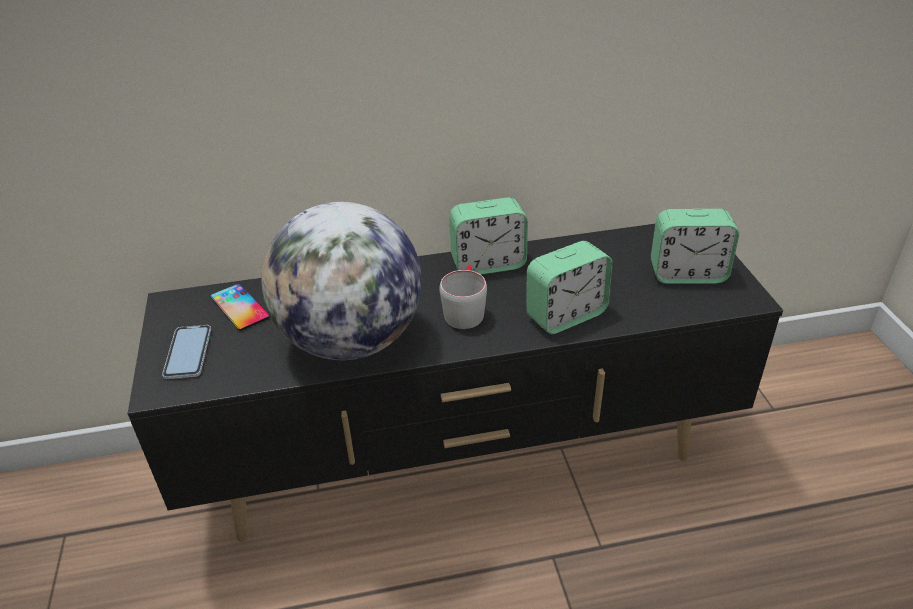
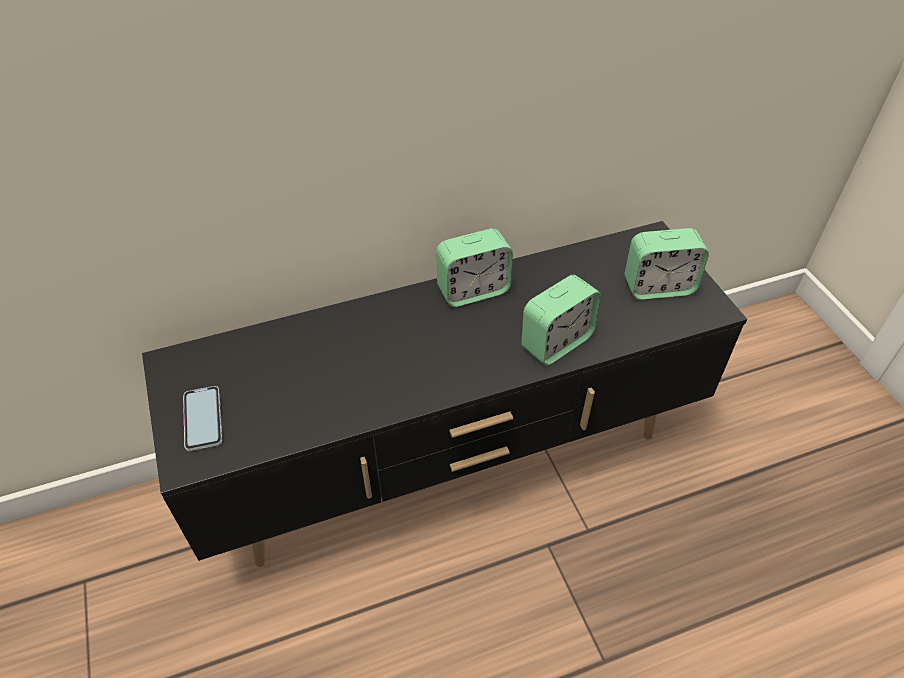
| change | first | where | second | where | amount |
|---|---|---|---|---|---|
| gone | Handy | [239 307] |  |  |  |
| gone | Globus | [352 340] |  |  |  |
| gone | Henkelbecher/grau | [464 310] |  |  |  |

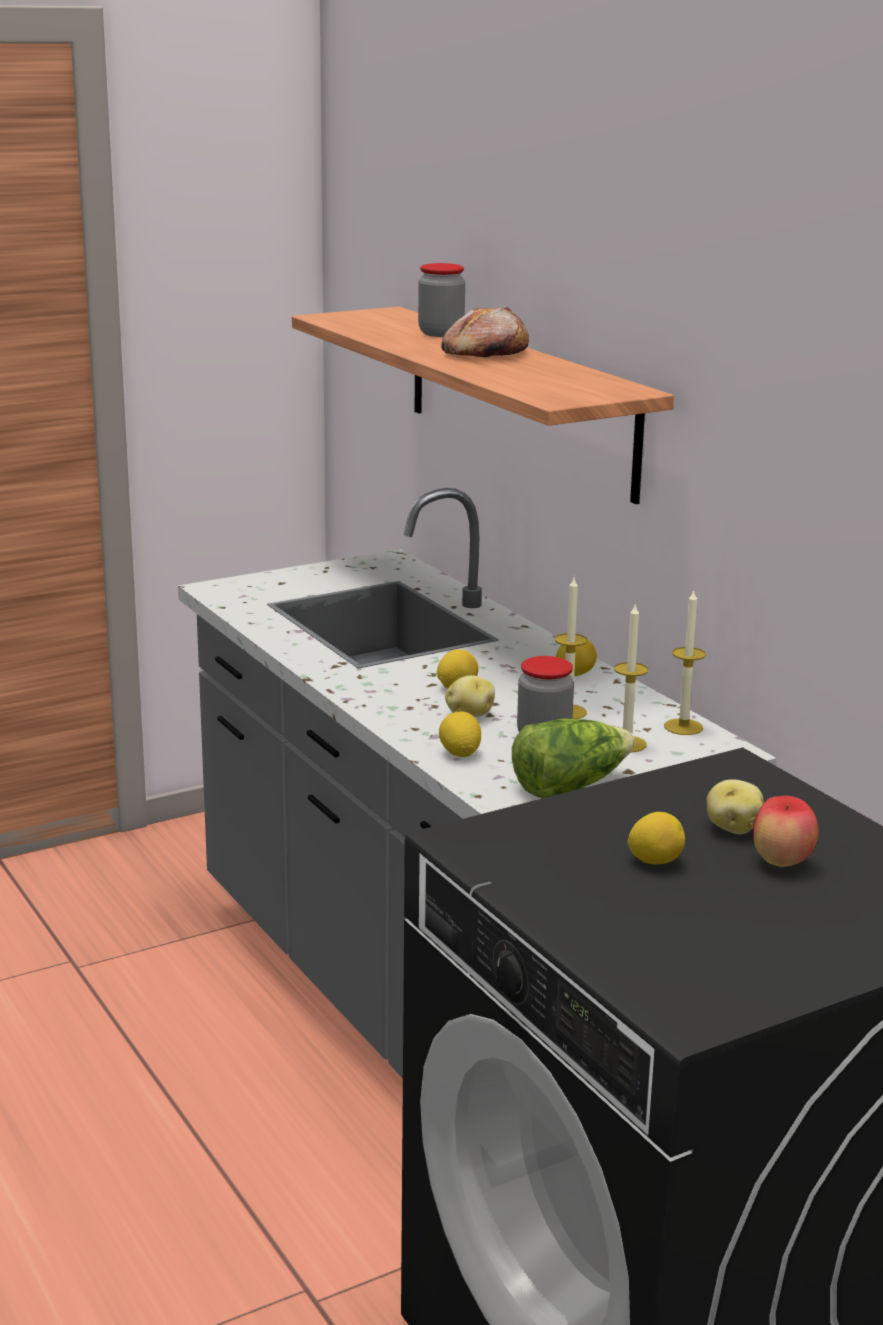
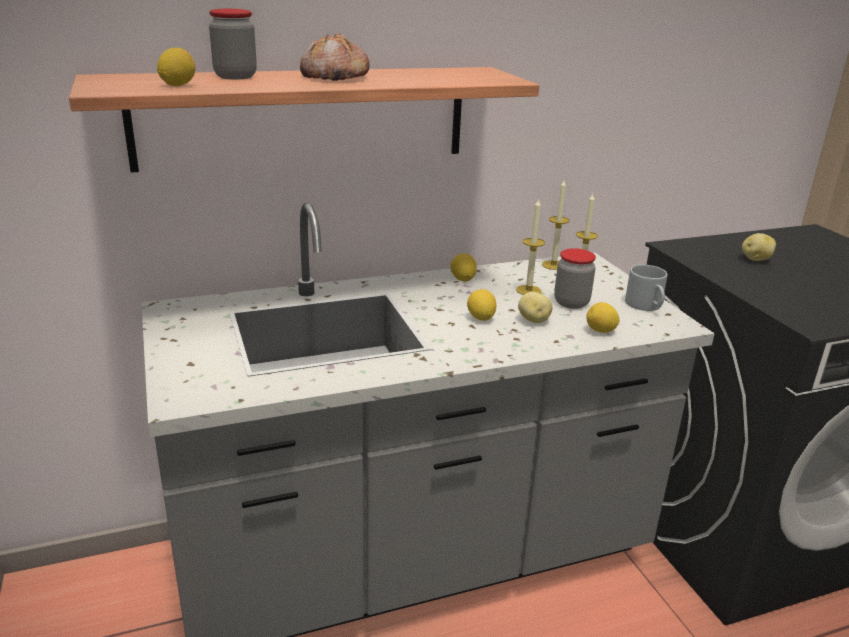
| change | first | where | second | where | amount |
|---|---|---|---|---|---|
| swapped | Salatkopf | [570 787] | Henkelbecher/grau | [647 306] |  |
| shifted | Zitrone | [655 861] |  | [178 85] |  |
| gone | Apfel | [781 862] |  |  |  |

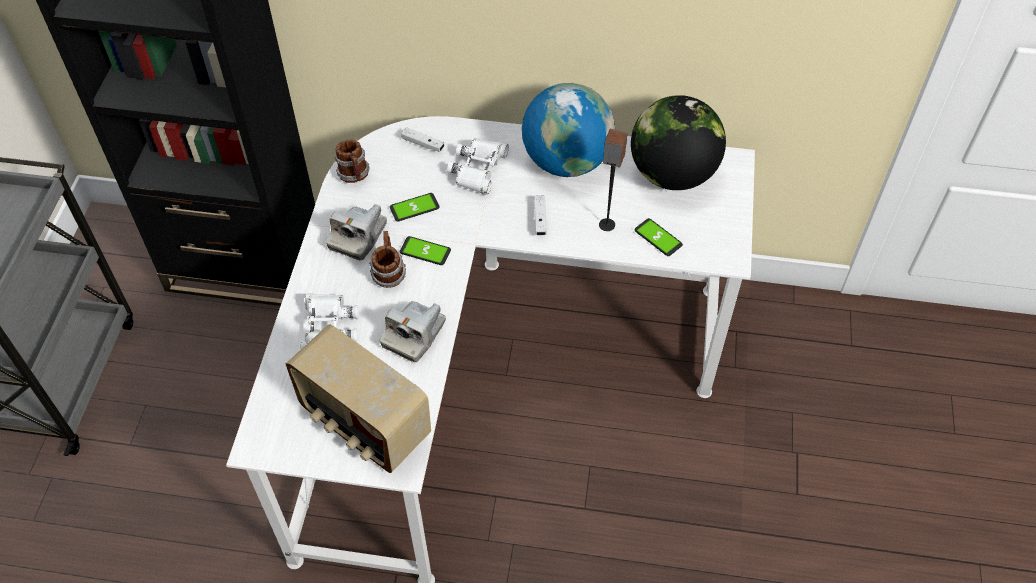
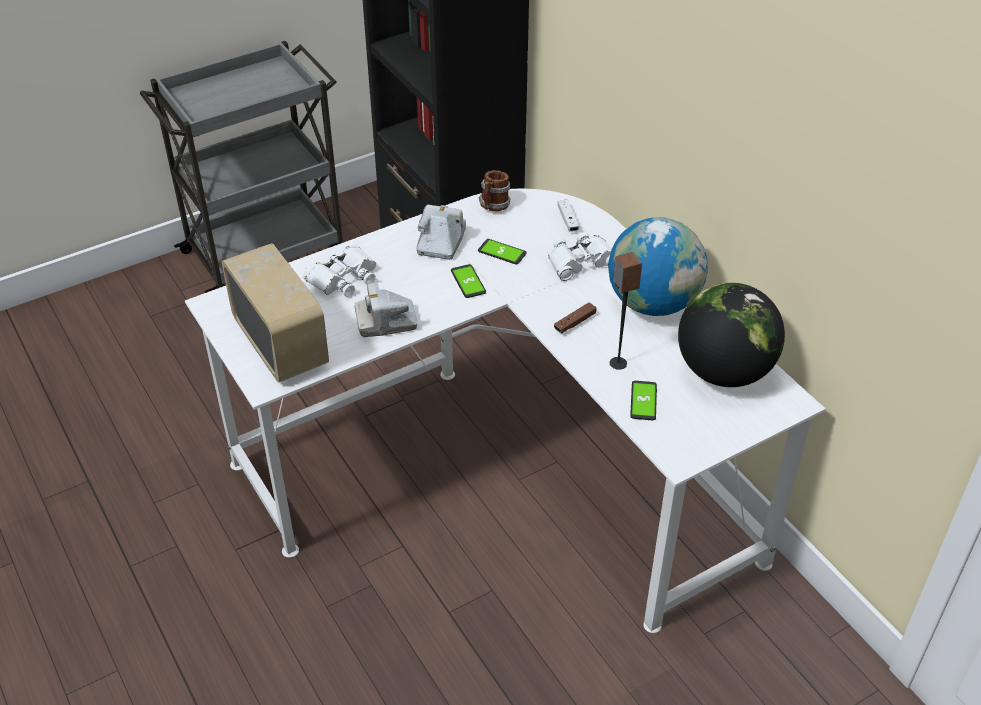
| change | first | where | second | where | amount |
|---|---|---|---|---|---|
| rotated | Radio | [364 424] |  | [282 344] | 150 degrees clockwise |
| rotated | Kamera | [358 236] |  | [441 242] | 120 degrees clockwise |
| gone | Henkelbecher | [388 274] |  |  |  |
| repainted | Gamepad/weiß | [540 219] | Gamepad/braun | [575 323] |  |

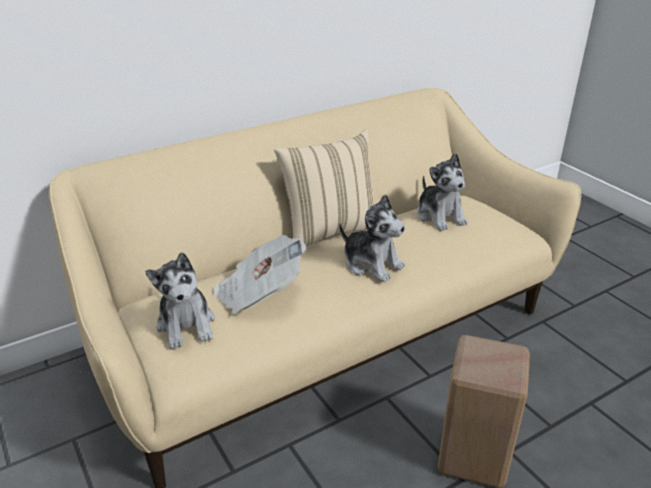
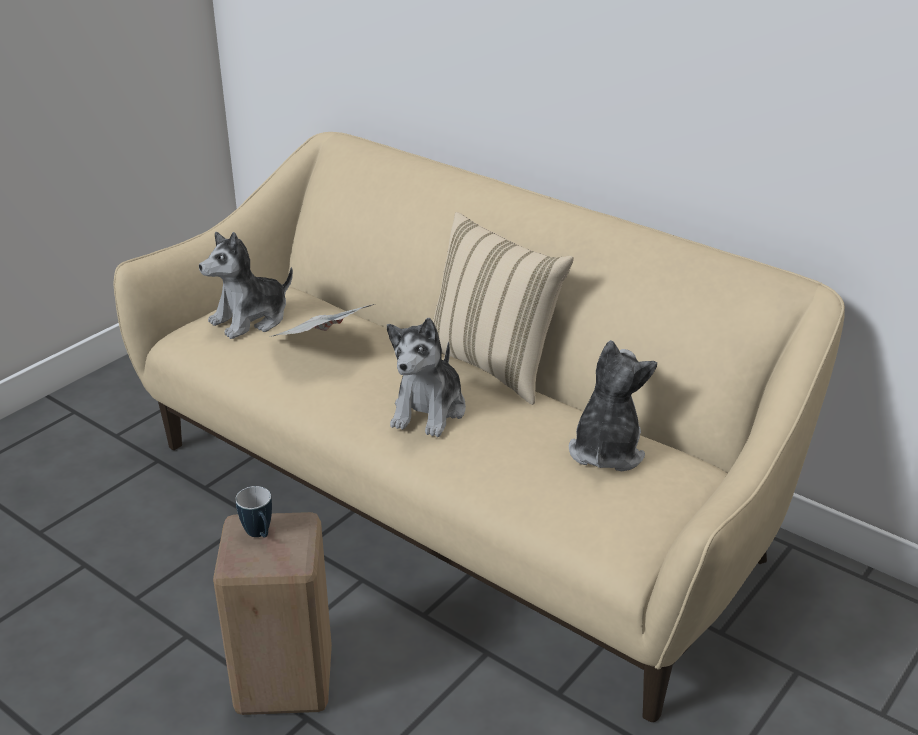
| change | first | where | second | where | amount |
|---|---|---|---|---|---|
| rotated | Plüschtier | [440 216] |  | [606 450] | 150 degrees clockwise |
| new |  |  | Henkelbecher | [260 535] |  |

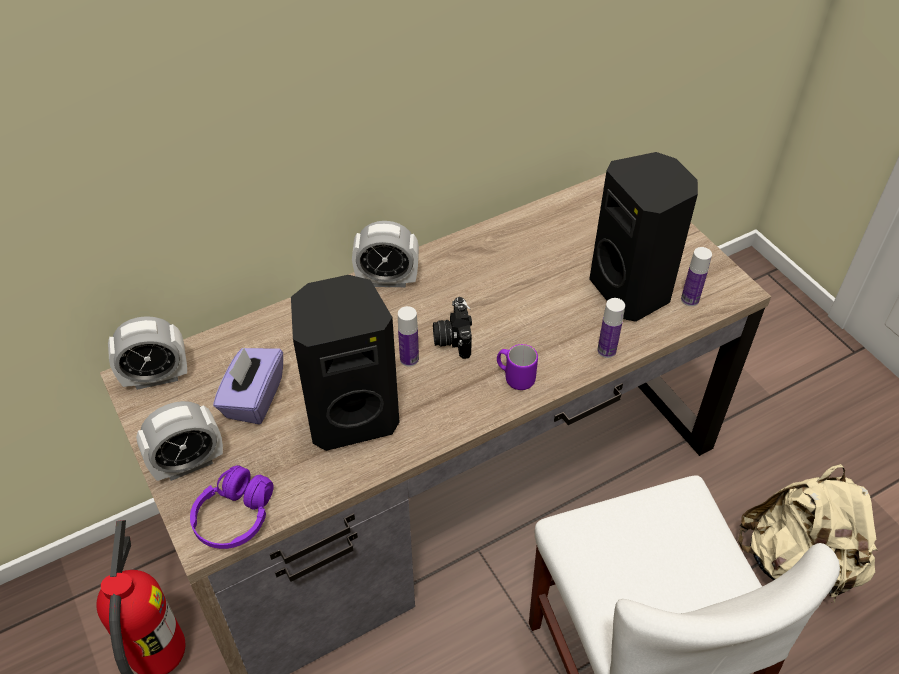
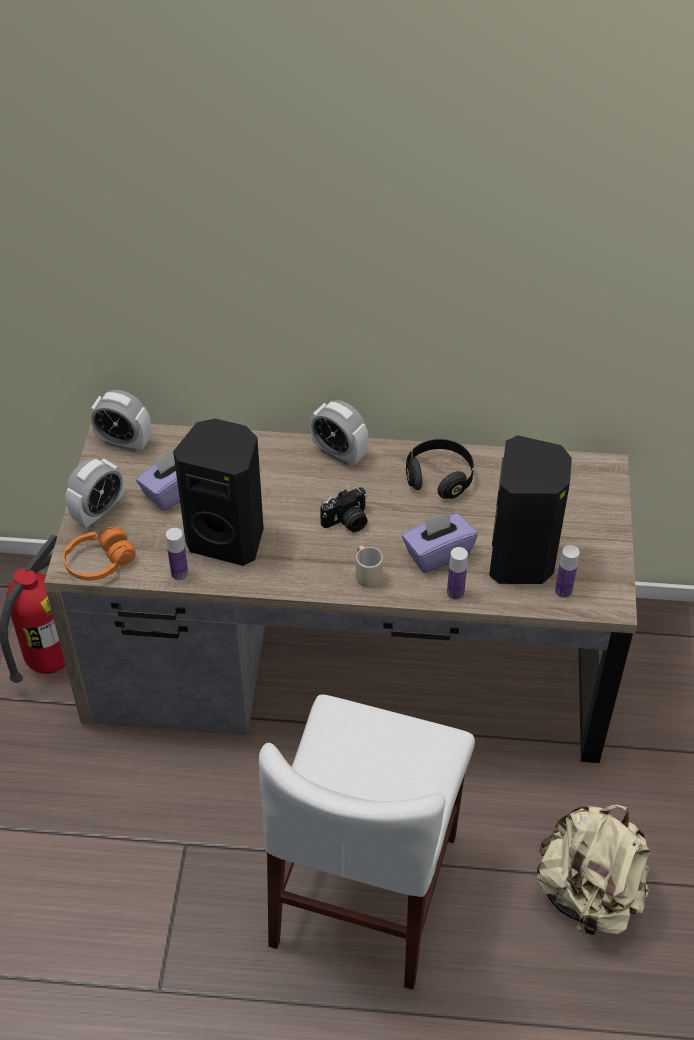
| change | first | where | second | where | amount |
|---|---|---|---|---|---|
| rotated | Wecker | [188 463] |  | [98 512] | 60 degrees counterclockwise |
| repainted | Kopfhörer/lila | [235 517] | Kopfhörer/orange | [100 562] |  |
| shifted | Flasche | [409 359] |  | [179 573] |  |
| rotated | Kamera | [452 338] |  | [347 522] | 150 degrees counterclockwise |
| repainted | Henkelbecher/lila | [515 377] | Henkelbecher/beige | [366 574] |  |
| new |  |  | Taschentuchbox/lila | [437 553] |  |
| new |  |  | Kopfhörer/schwarz | [439 477] |  |

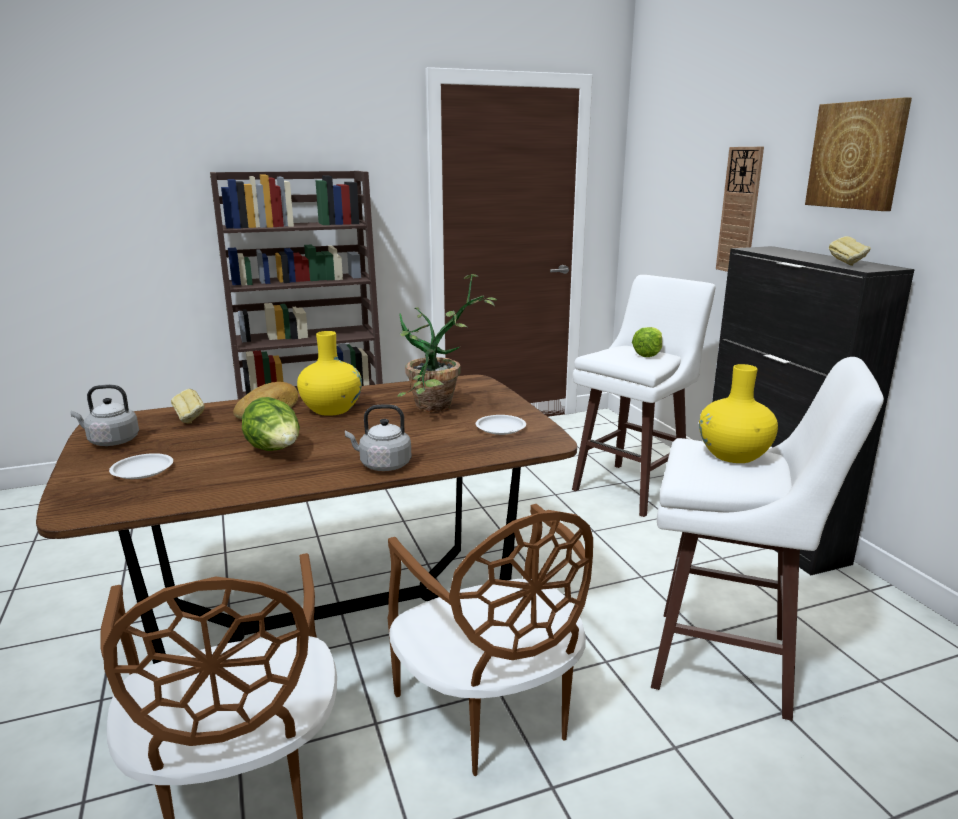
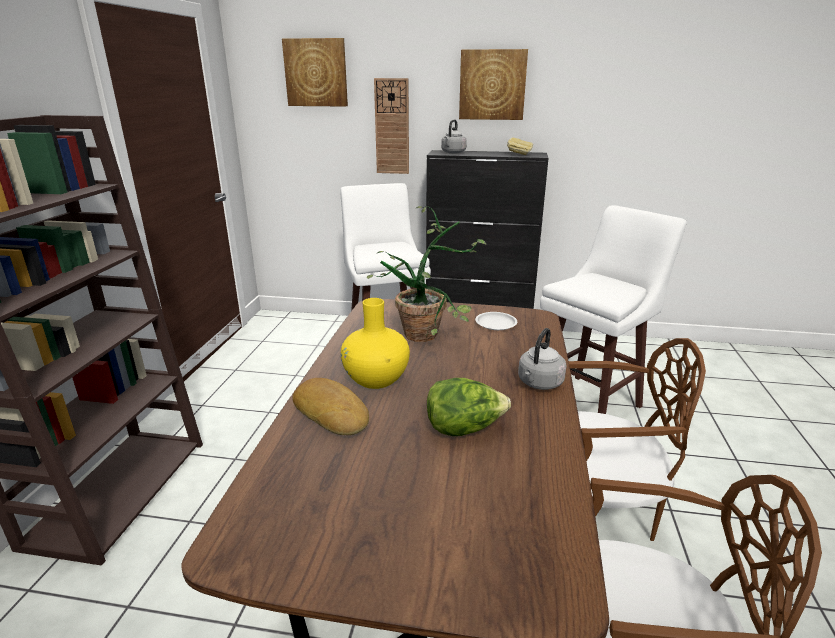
| change | first | where | second | where | amount |
|---|---|---|---|---|---|
| shifted | Wasserkessel/grau | [111 441] |  | [453 152] |  |
| gone | Teller/weiß | [142 470] |  |  |  |
| gone | Brot | [190 419] |  |  |  |
| gone | Salatkopf | [651 353] |  |  |  |
| gone | Vase/gelb | [733 455] |  |  |  |
| new |  |  | Bild | [316 73] |  |

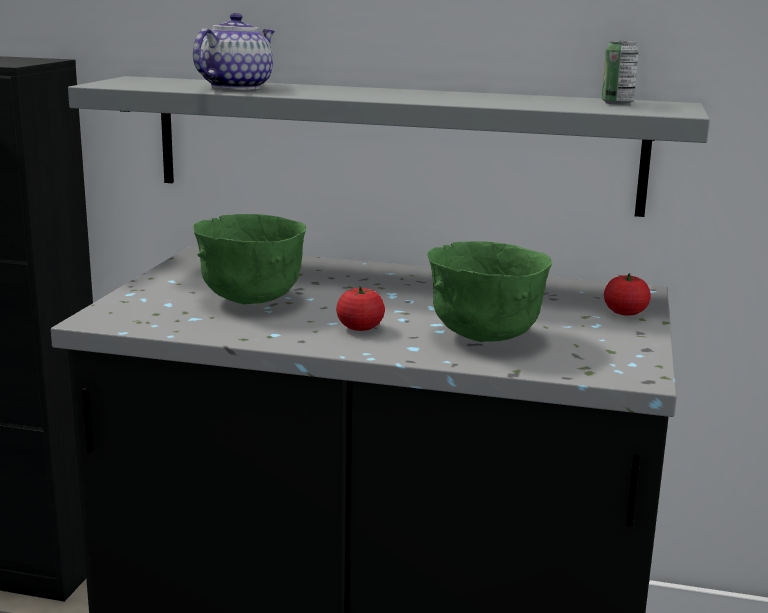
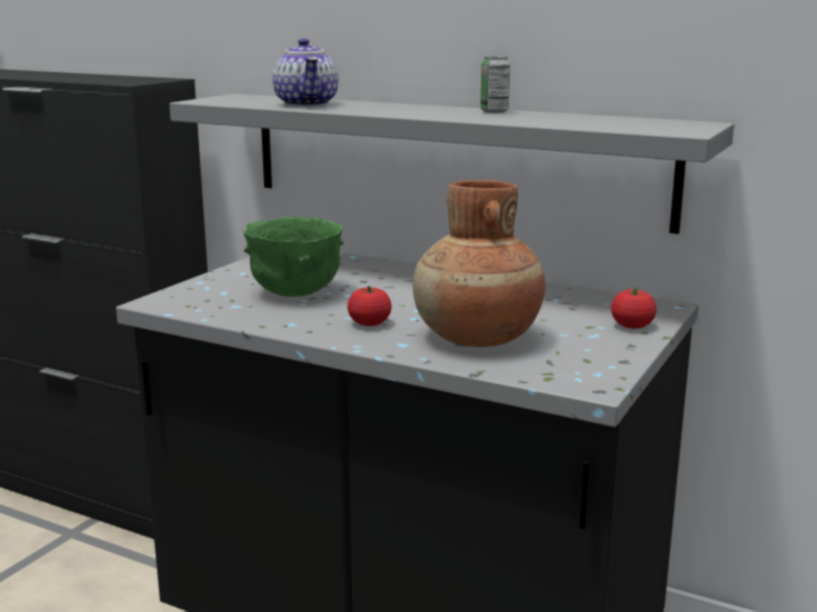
| change | first | where | second | where | amount |
|---|---|---|---|---|---|
| rotated | Teekanne | [236 87] |  | [307 104] | 120 degrees clockwise |
| swapped | Schüssel/grün | [484 336] | Vase/braun | [476 338] |  |
| shifted | Dose | [617 103] |  | [494 111] |  |

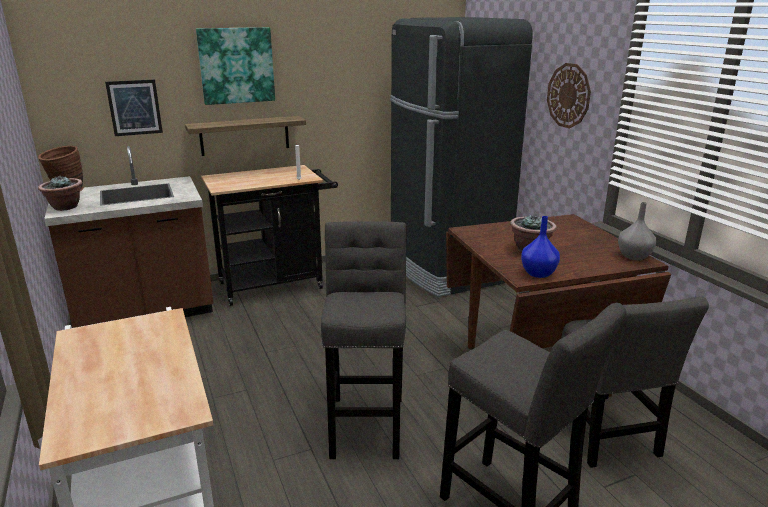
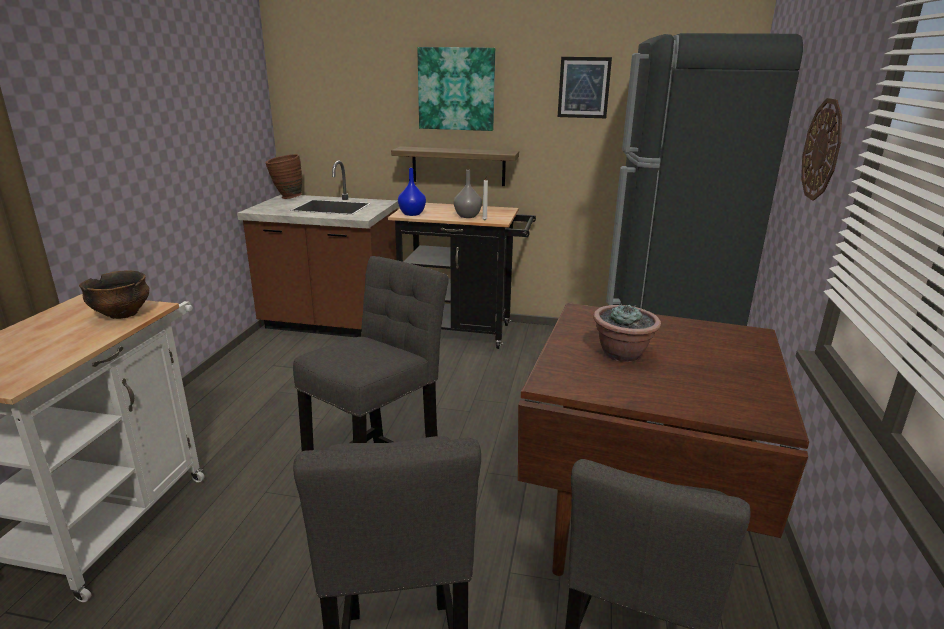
| change | first | where | second | where | amount |
|---|---|---|---|---|---|
| gone | Topfpflanze | [65 207] |  |  |  |
| shifted | Bild | [134 107] |  | [584 87] |  |
| shifted | Vase/blau | [537 274] |  | [411 214] |  |
| shifted | Vase/grau | [634 257] |  | [467 216] |  |
| new |  |  | Schüssel | [122 314] |  |

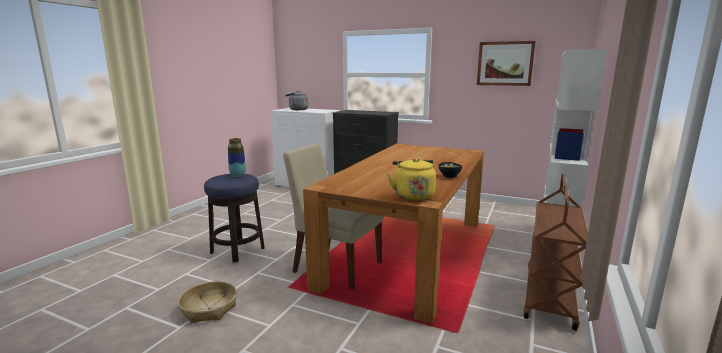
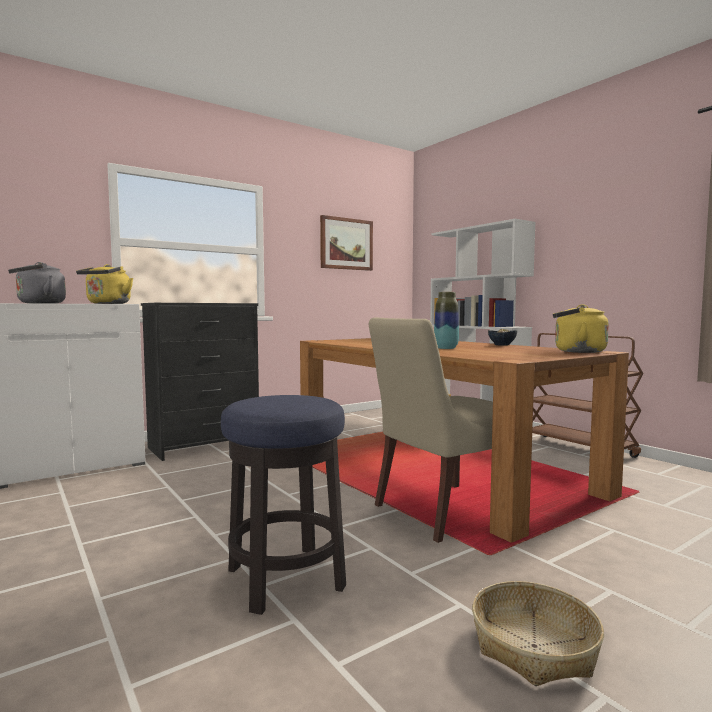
| change | first | where | second | where | amount |
|---|---|---|---|---|---|
| shifted | Vase | [238 176] |  | [446 348] |  |
| new |  |  | Wasserkessel/gelb | [107 303] |  |

